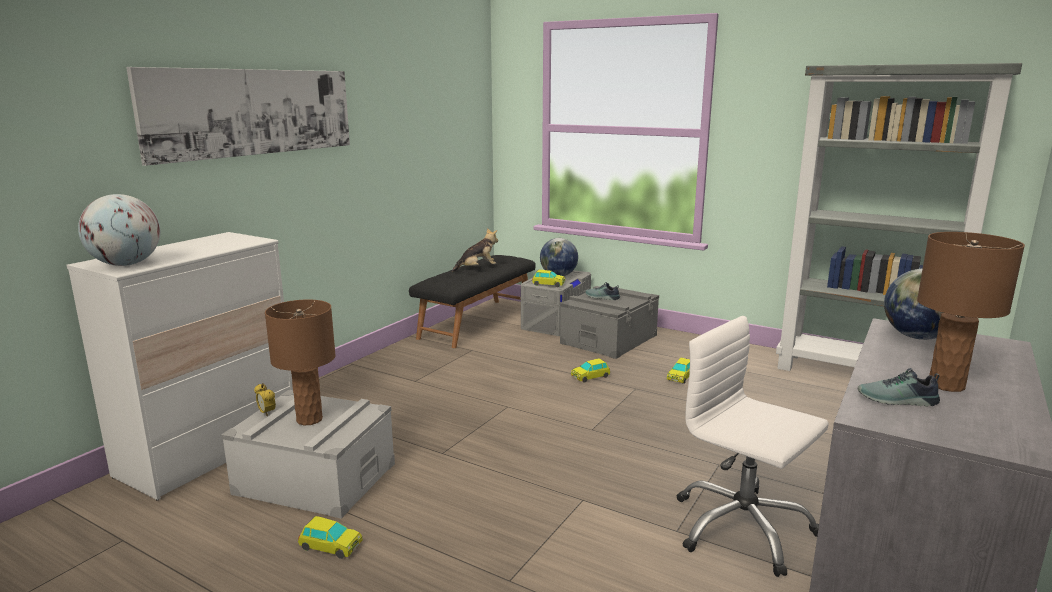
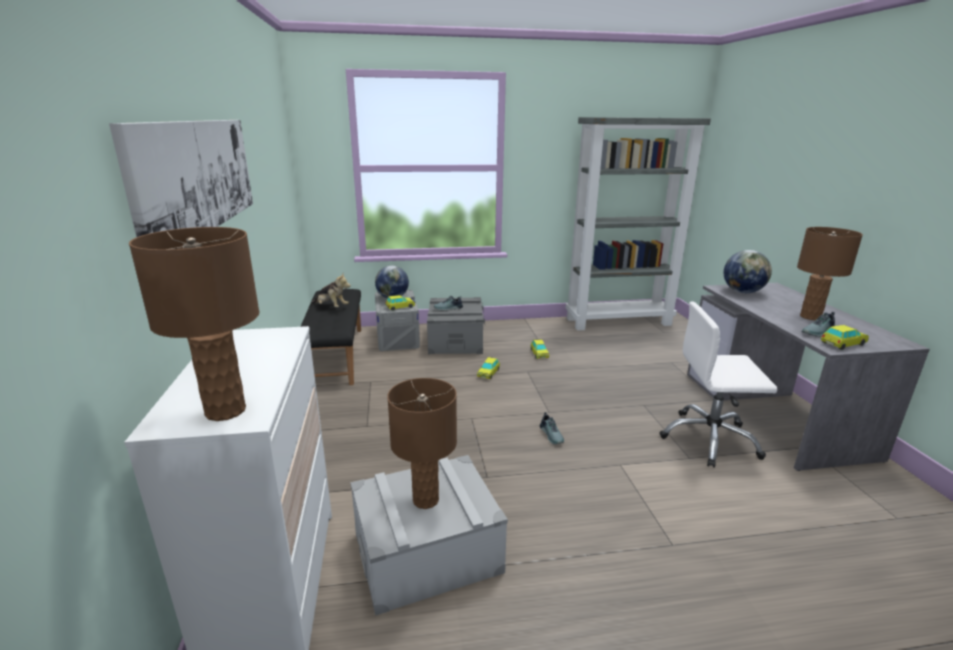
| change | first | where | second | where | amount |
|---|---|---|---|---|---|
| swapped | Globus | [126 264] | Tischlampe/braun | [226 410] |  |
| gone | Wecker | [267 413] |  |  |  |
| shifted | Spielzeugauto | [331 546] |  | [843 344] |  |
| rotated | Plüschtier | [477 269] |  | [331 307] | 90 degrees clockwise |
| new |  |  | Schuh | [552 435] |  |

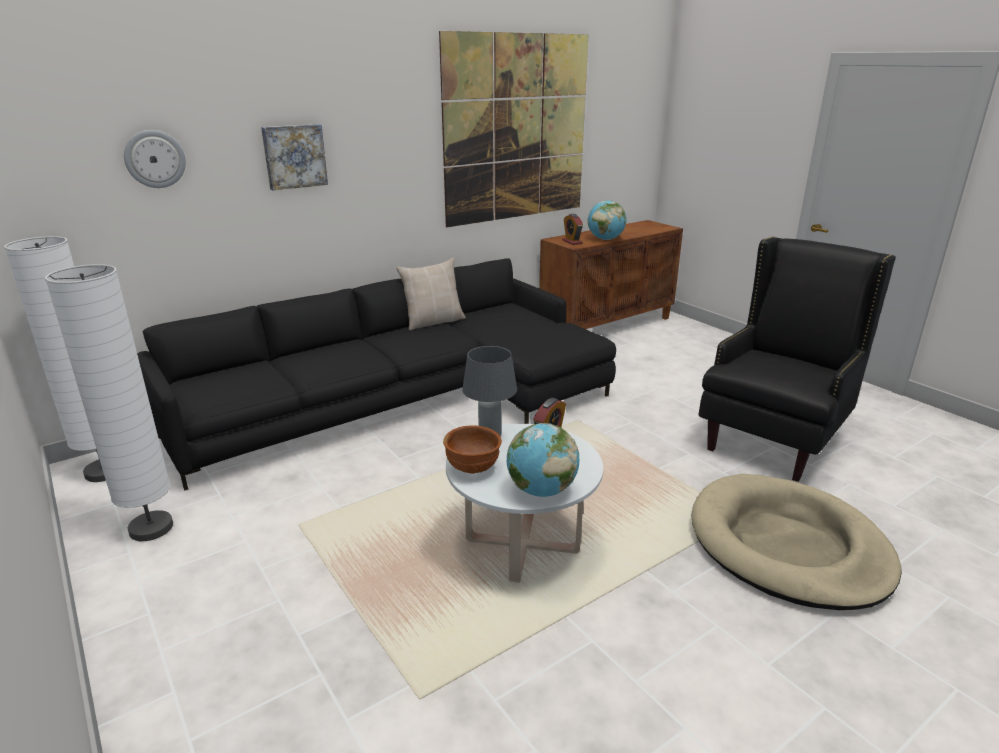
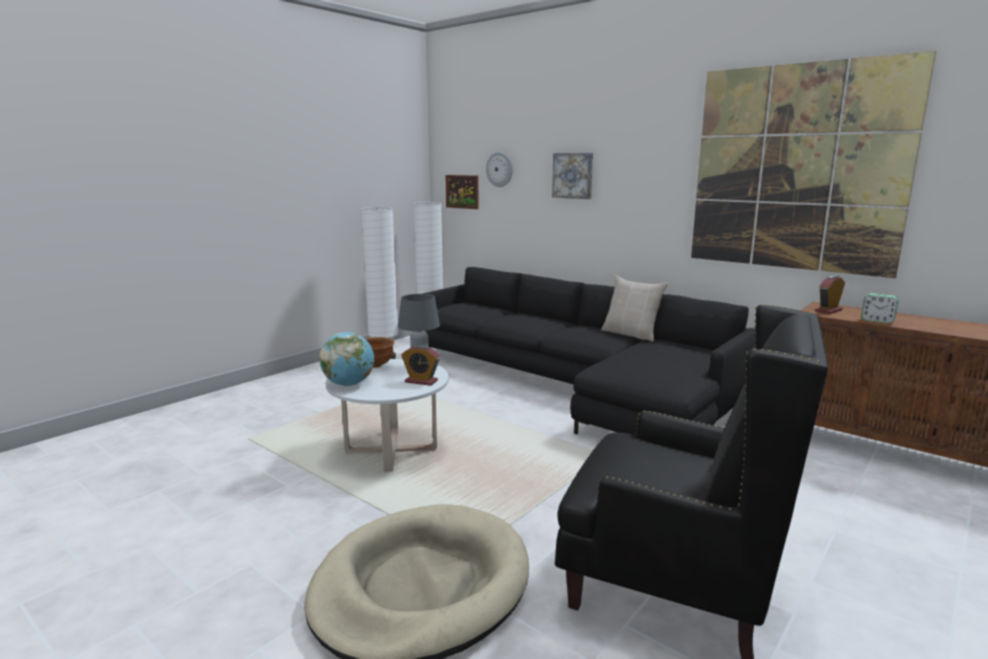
| change | first | where | second | where | amount |
|---|---|---|---|---|---|
| swapped | Globus | [605 239] | Wecker | [877 320] |  |
| new |  |  | Bild | [462 191] |  |

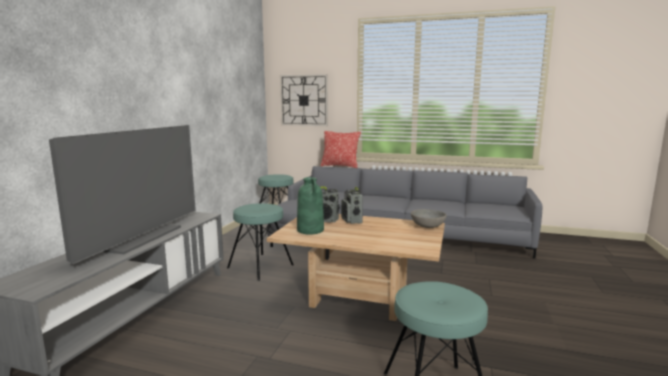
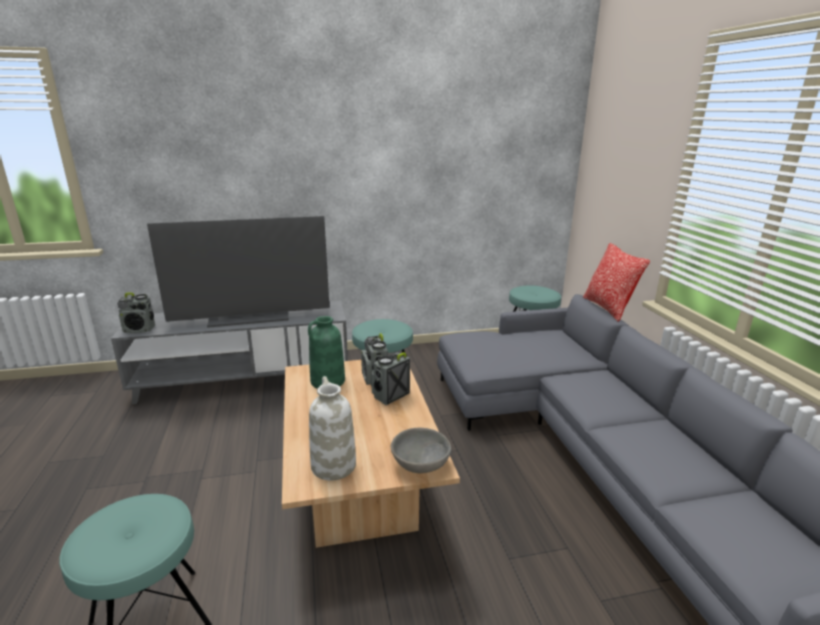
| change | first | where | second | where | amount |
|---|---|---|---|---|---|
| gone | Wanduhr | [304 100] |  |  |  |
| new |  |  | Radio | [139 330] |  |
| new |  |  | Vase/weiß | [333 465] |  |

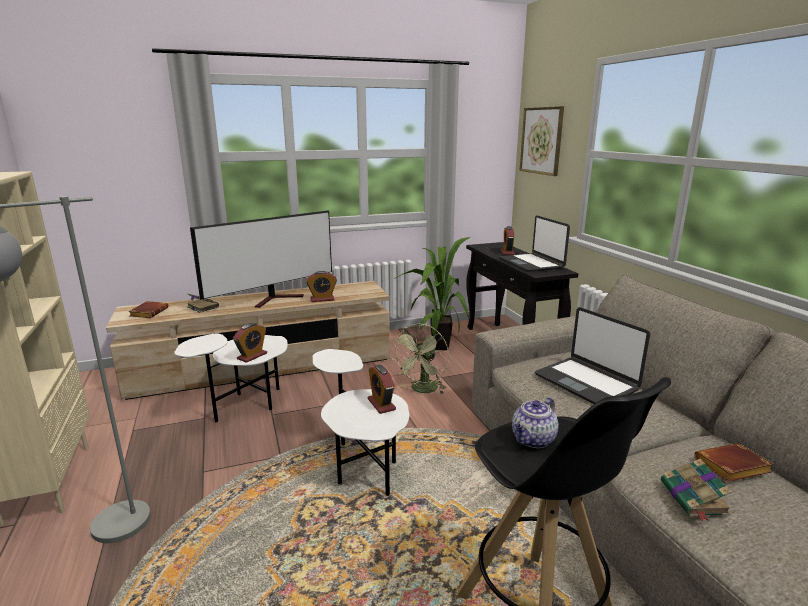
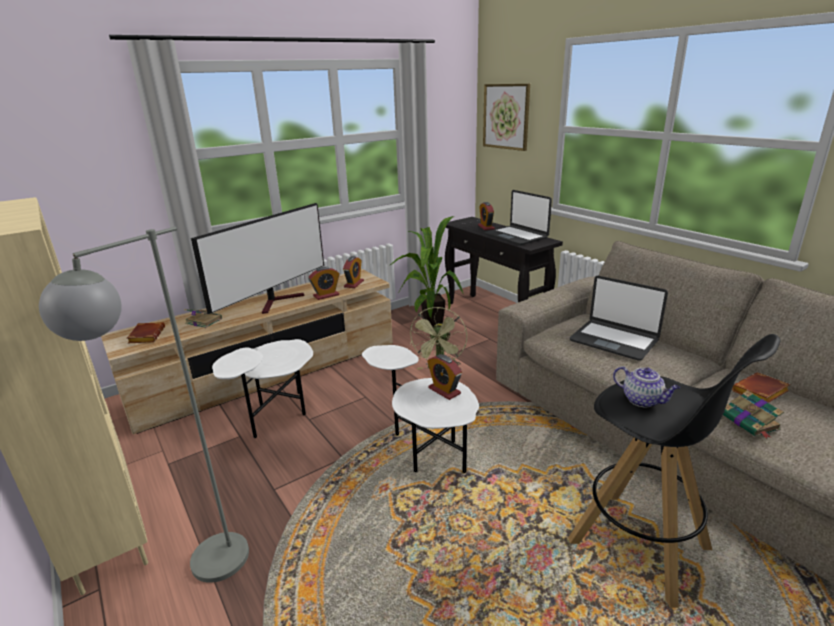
| change | first | where | second | where | amount |
|---|---|---|---|---|---|
| shifted | Wecker | [252 356] |  | [354 284] |  |
| rotated | Teekanne | [533 440] |  | [643 400] | 75 degrees counterclockwise |

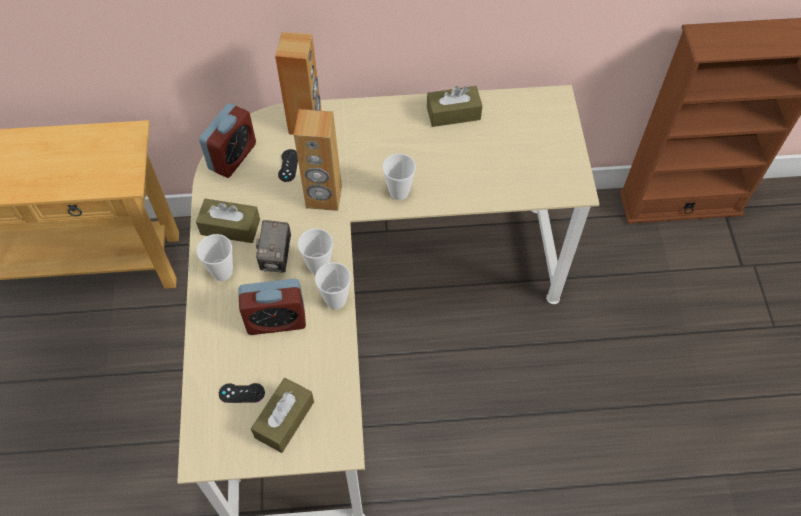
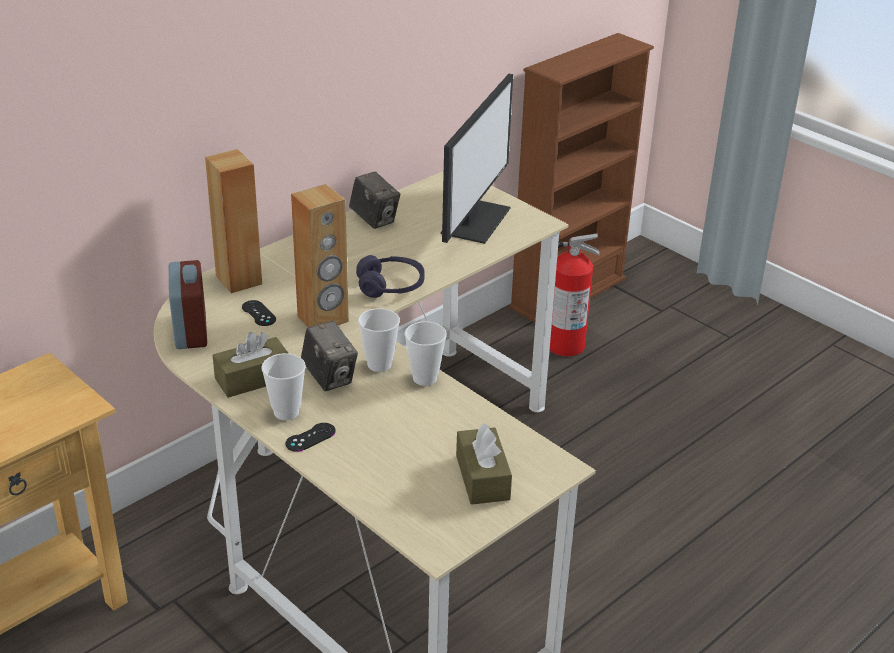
| change | first | where | second | where | amount |
|---|---|---|---|---|---|
| shifted | Gamepad/schwarz | [241 393] |  | [310 437] |  |
| gone | Wecker | [276 320] |  |  |  |
| swapped | Tasse | [399 192] | Kopfhörer/lila | [390 286] |  |
| swapped | Taschentuchbox/braun | [453 113] | Kamera | [374 219] |  |
| new |  |  | Monitor | [474 220] |  |
| new |  |  | Feuerlöscher | [564 345] |  |

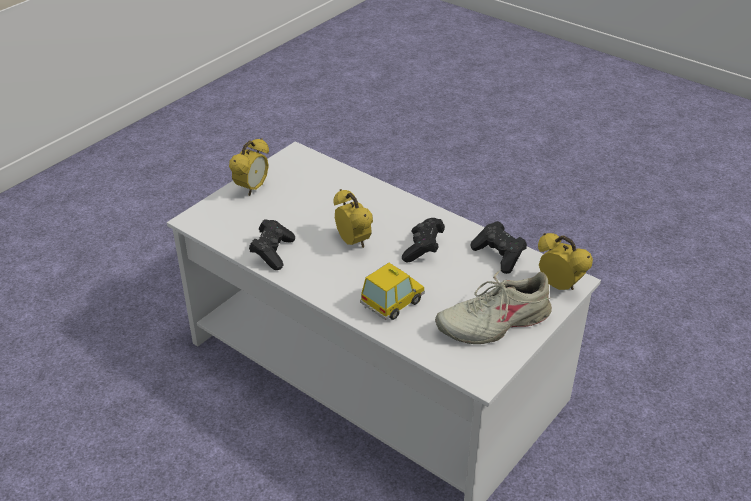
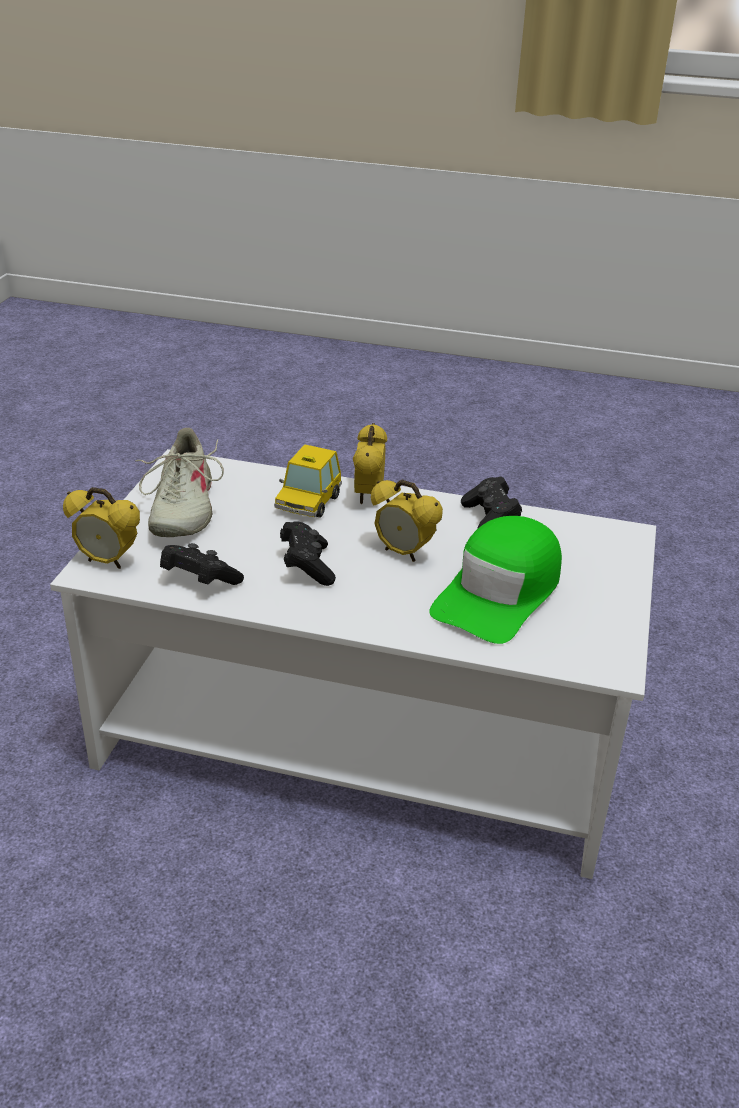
| change | first | where | second | where | amount |
|---|---|---|---|---|---|
| shifted | Wecker | [252 189] |  | [368 496] |  |
| rotated | Schuh/beige | [494 322] |  | [181 508] | 135 degrees clockwise |
| new |  |  | Kappe/grün | [499 593] |  |

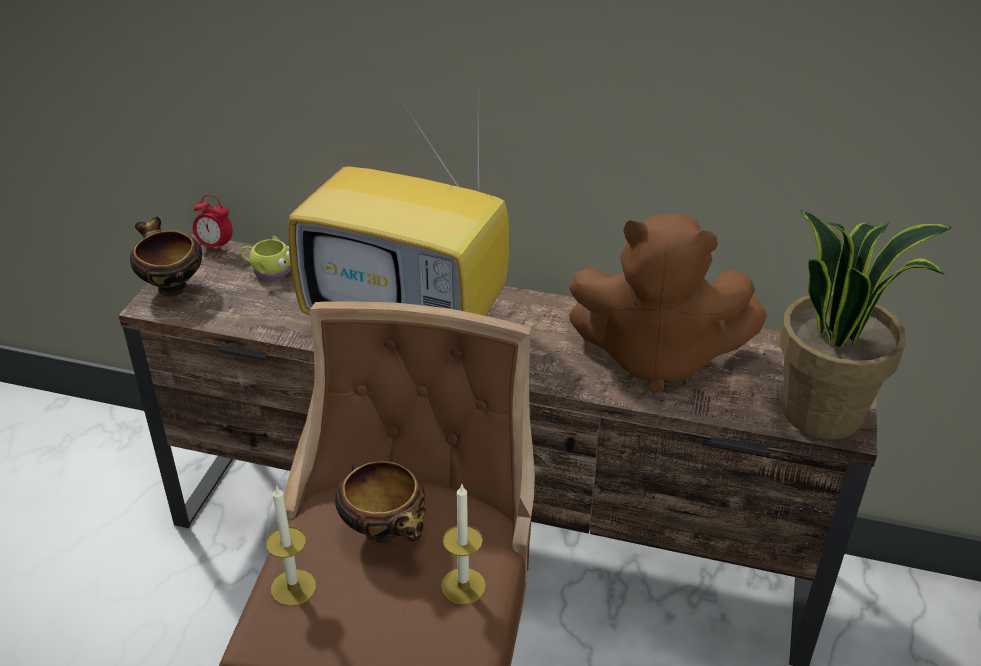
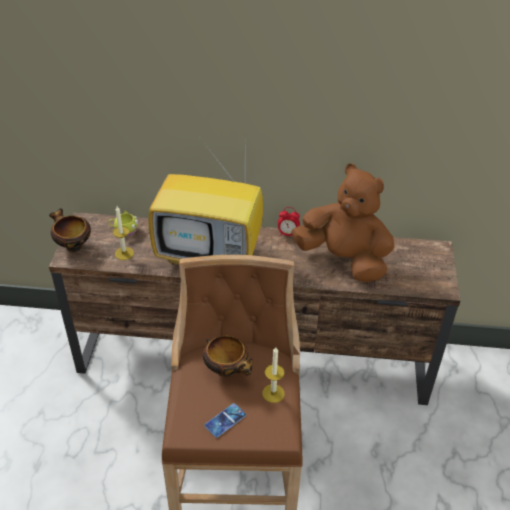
| change | first | where | second | where | amount |
|---|---|---|---|---|---|
| shifted | Wecker | [215 247] |  | [287 234] |  |
| shifted | Kerze | [293 588] |  | [124 253] |  |
| rotated | Plüschtier/braun | [656 357] |  | [343 259] | 150 degrees counterclockwise |
| gone | Topfpflanze | [822 411] |  |  |  |
| new |  |  | Handy | [225 420] |  |

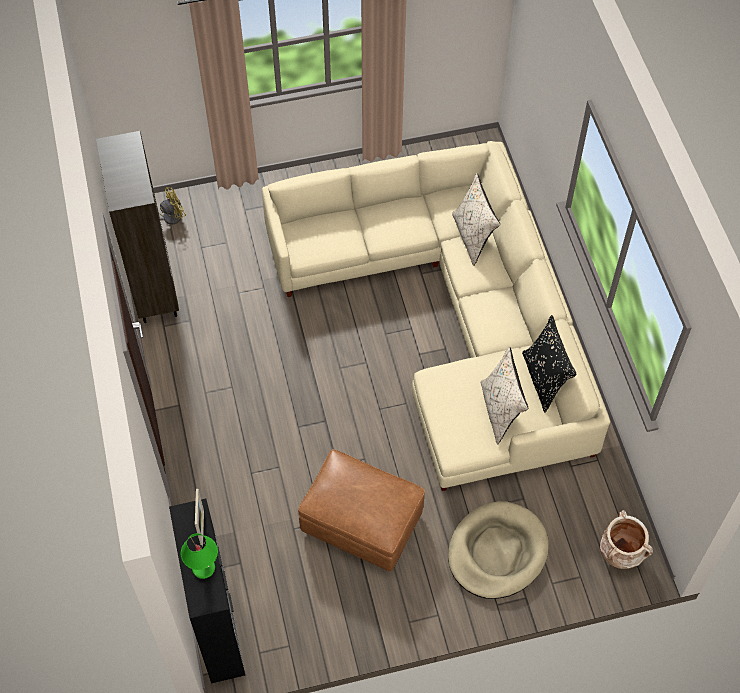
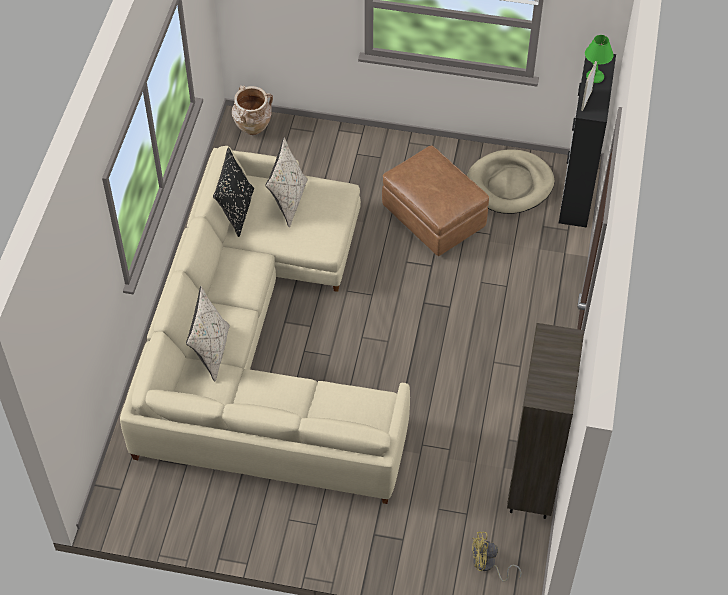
| change | first | where | second | where | amount |
|---|---|---|---|---|---|
| shifted | Hundebett/beige | [497 552] |  | [510 184] |  |

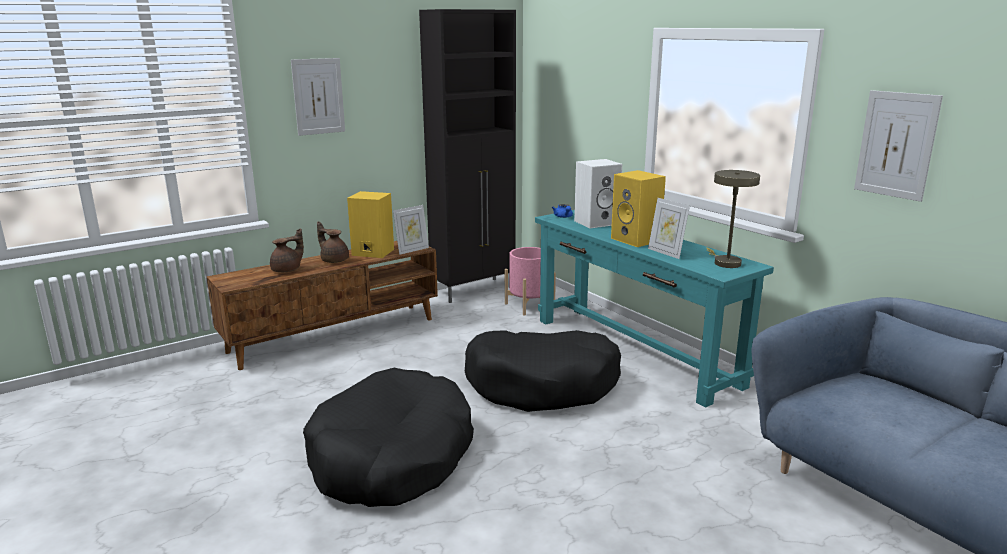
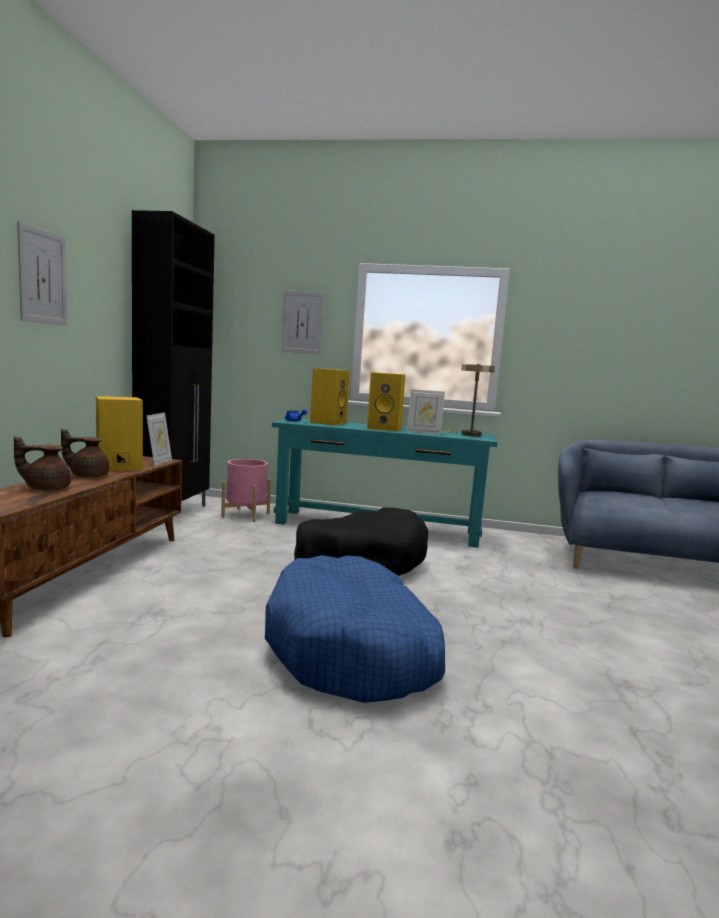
| change | first | where | second | where | amount |
|---|---|---|---|---|---|
| rotated | Teekanne/braun | [287 270] |  | [46 488] | 105 degrees counterclockwise |
| repainted | Hundebett/schwarz | [391 457] | Hundebett/blau | [353 649] |  |
| repainted | Lautsprecher/weiß | [597 222] | Lautsprecher/gelb | [328 422] |  |
| shifted | Bild | [896 145] |  | [302 322] |  |

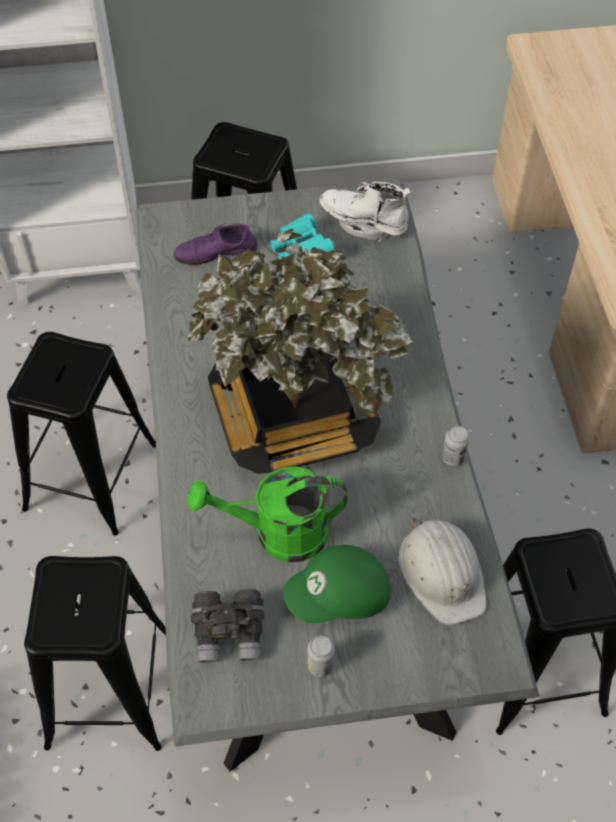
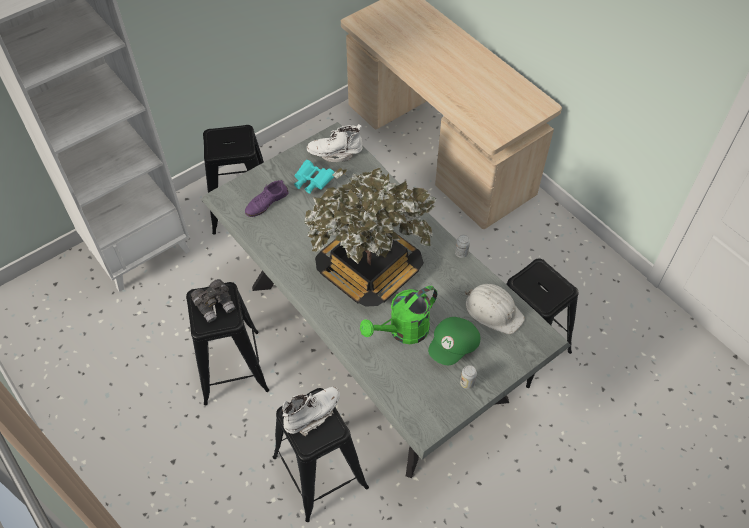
| change | first | where | second | where | amount |
|---|---|---|---|---|---|
| shifted | Fernglas/grau | [230 633] |  | [215 305] |  |
| new |  |  | Stiefel/weiß | [312 414] |  |

